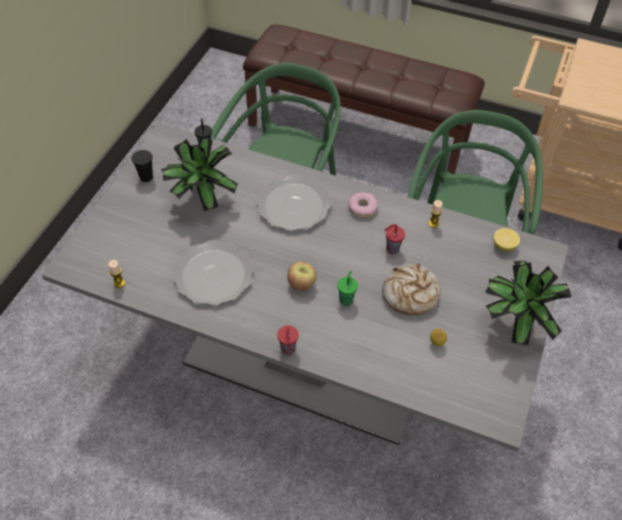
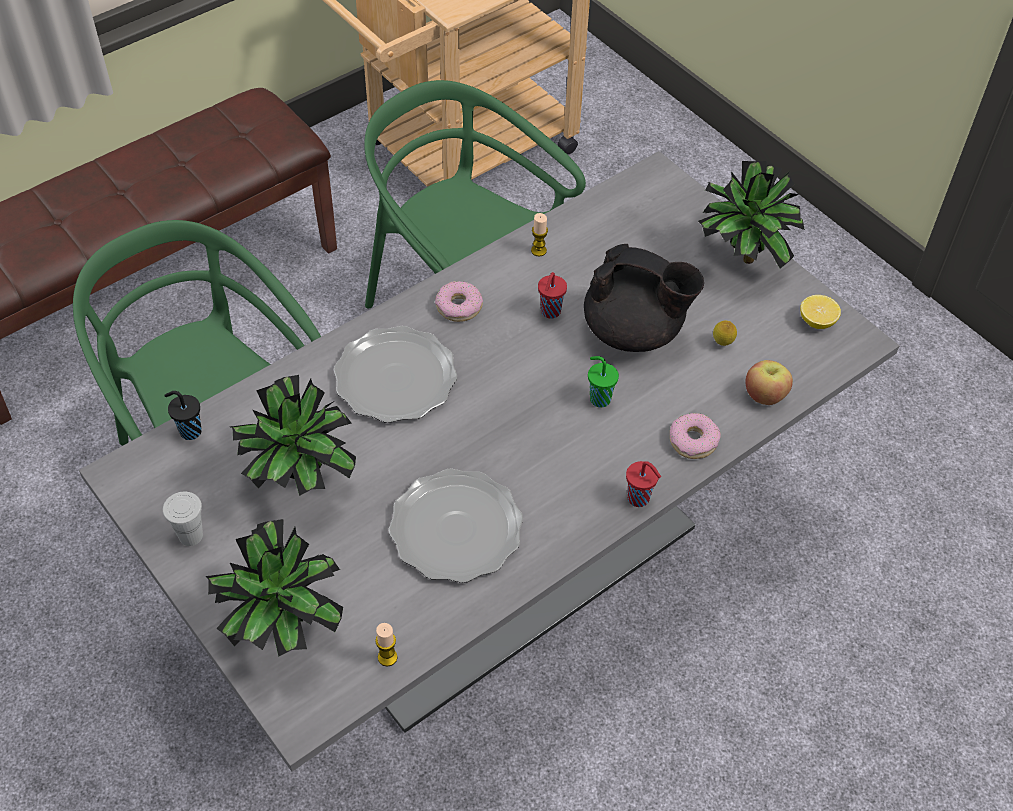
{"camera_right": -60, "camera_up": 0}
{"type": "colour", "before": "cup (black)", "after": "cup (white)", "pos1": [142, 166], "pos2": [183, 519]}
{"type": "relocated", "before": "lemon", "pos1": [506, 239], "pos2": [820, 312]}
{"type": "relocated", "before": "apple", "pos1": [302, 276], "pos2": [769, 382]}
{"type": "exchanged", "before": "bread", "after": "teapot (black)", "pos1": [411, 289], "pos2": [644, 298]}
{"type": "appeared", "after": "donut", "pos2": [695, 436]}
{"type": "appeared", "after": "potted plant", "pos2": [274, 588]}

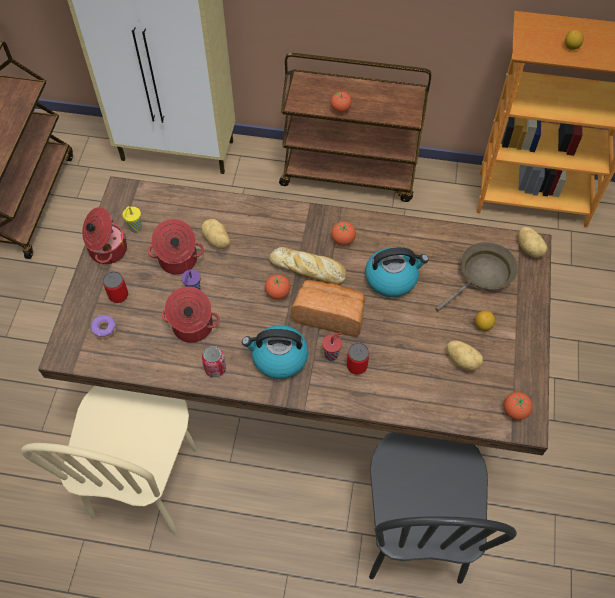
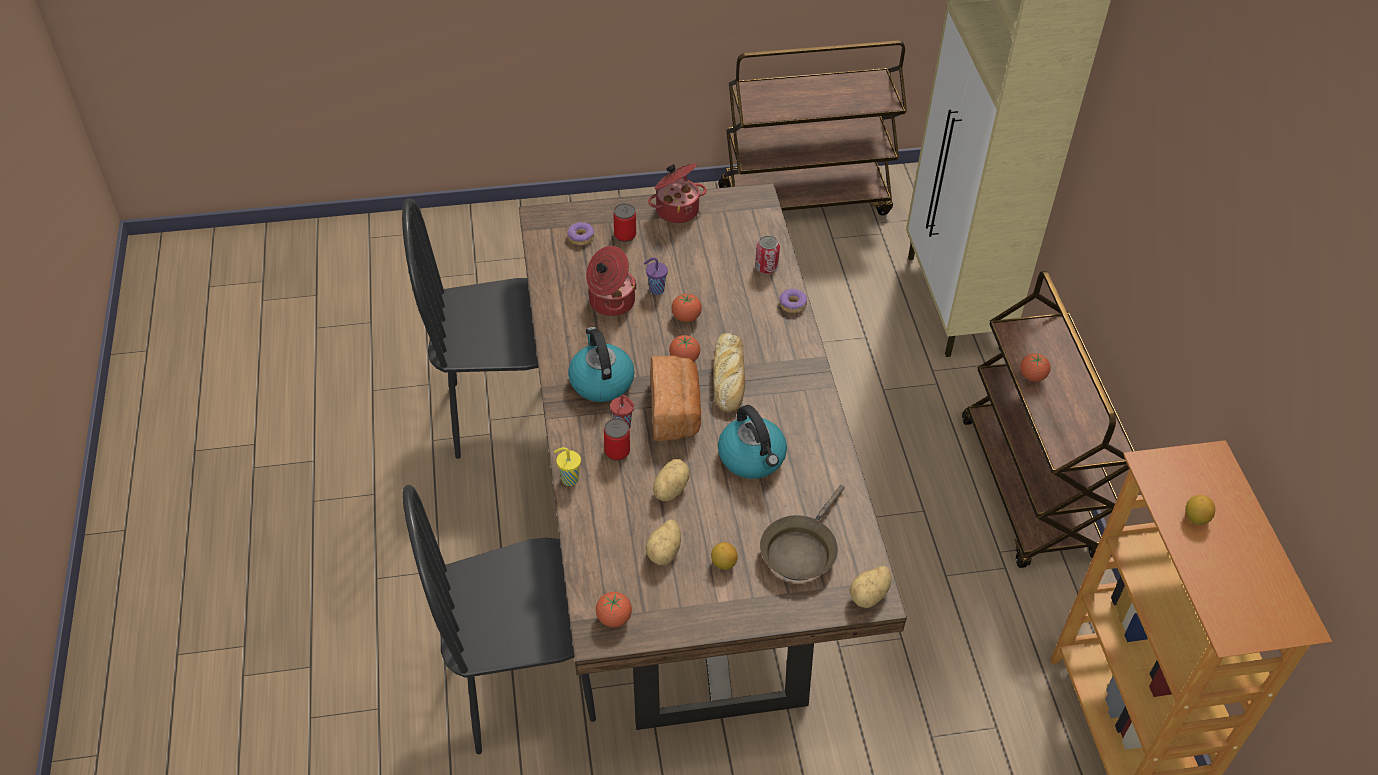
{"camera_right": 70, "camera_up": -10}
{"type": "relocated", "before": "cup (yellow)", "pos1": [132, 219], "pos2": [567, 466]}
{"type": "missing", "before": "cooking pot", "pos1": [176, 247]}
{"type": "relocated", "before": "potato", "pos1": [215, 234], "pos2": [671, 480]}
{"type": "relocated", "before": "tomato", "pos1": [343, 234], "pos2": [687, 308]}
{"type": "spun", "before": "frying pan (brown)", "pos1": [476, 276], "pos2": [802, 533], "turn": 90}
{"type": "relocated", "before": "can", "pos1": [214, 362], "pos2": [767, 254]}
{"type": "colour", "before": "chair (beige)", "after": "chair (black)", "pos1": [109, 460], "pos2": [470, 328]}
{"type": "appeared", "after": "donut", "pos2": [793, 301]}

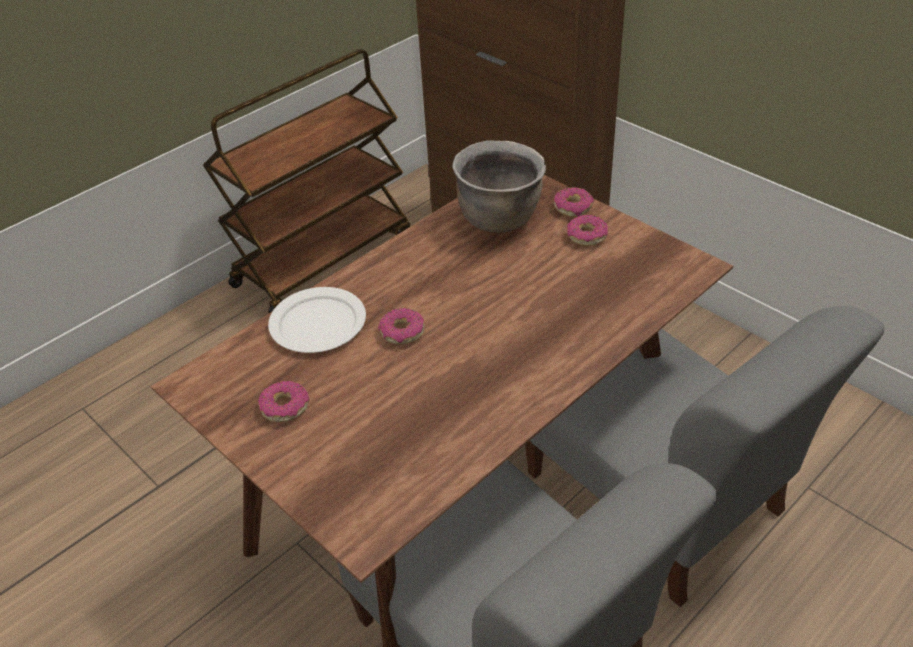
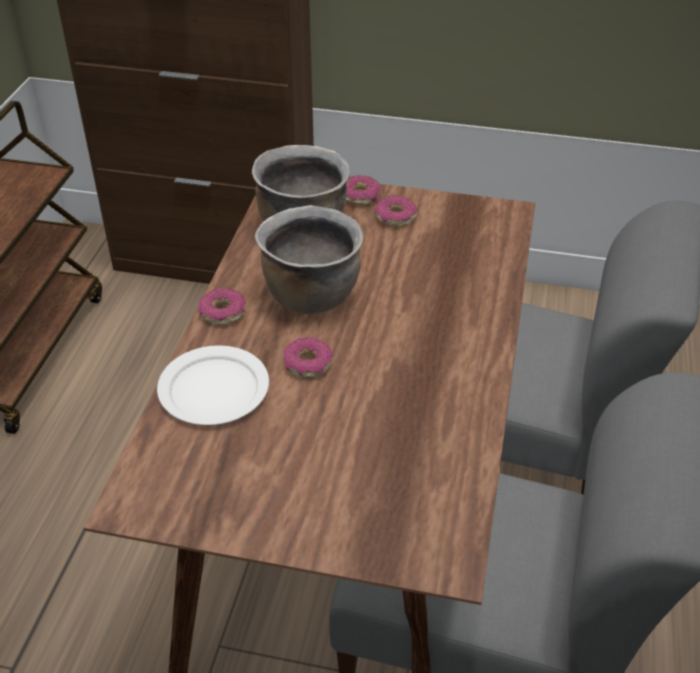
{"camera_right": -35, "camera_up": 0}
{"type": "relocated", "before": "donut", "pos1": [283, 401], "pos2": [222, 306]}
{"type": "appeared", "after": "cooking pot (brown)", "pos2": [309, 259]}

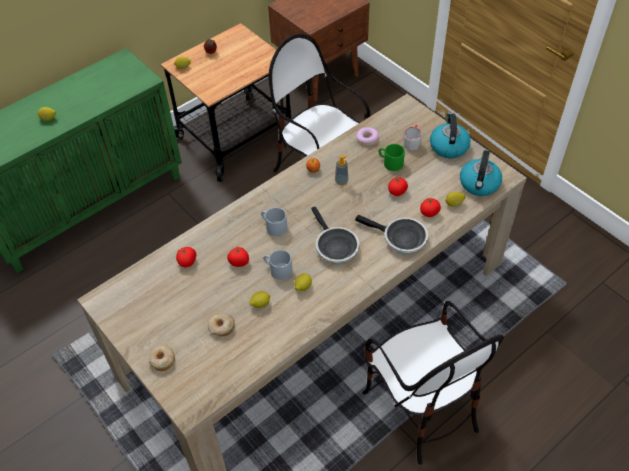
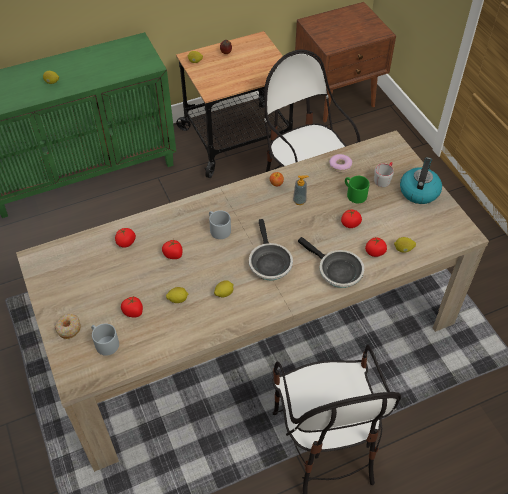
{"camera_right": 15, "camera_up": 0}
{"type": "missing", "before": "kettle", "pos1": [481, 173]}
{"type": "relocated", "before": "mug (grey)", "pos1": [277, 265], "pos2": [105, 339]}
{"type": "exchanged", "before": "donut", "after": "tomato", "pos1": [221, 324], "pos2": [132, 307]}

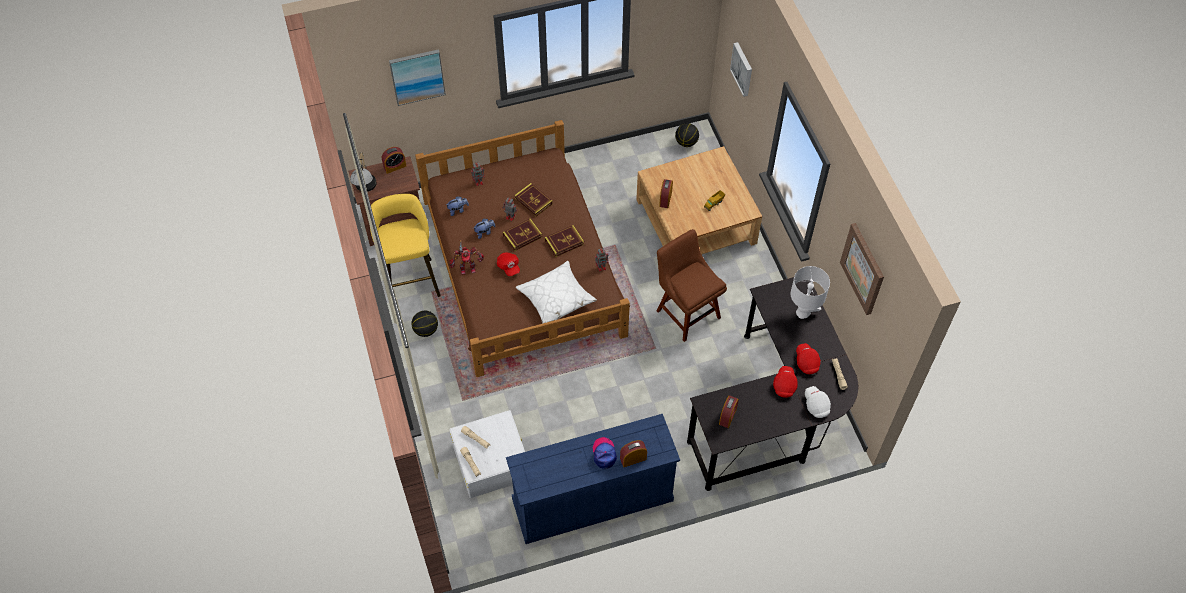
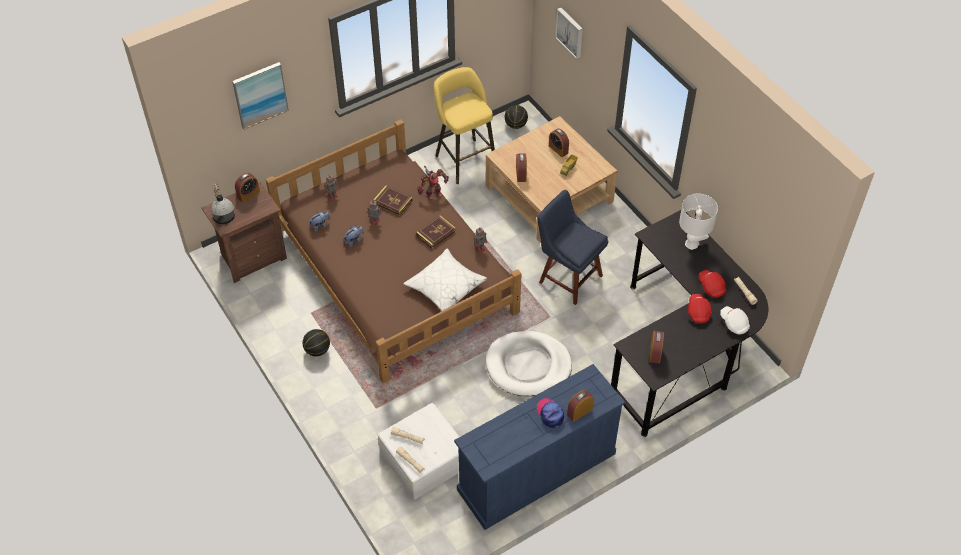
{"camera_right": -15, "camera_up": -5}
{"type": "relocated", "before": "stool (yellow)", "pos1": [405, 245], "pos2": [464, 125]}
{"type": "missing", "before": "book", "pos1": [522, 234]}
{"type": "missing", "before": "picture", "pos1": [862, 269]}
{"type": "colour", "before": "chair (brown)", "after": "chair (blue)", "pos1": [692, 285], "pos2": [572, 247]}
{"type": "relocated", "before": "toy robot", "pos1": [467, 257], "pos2": [433, 182]}
{"type": "missing", "before": "cap (red)", "pos1": [508, 264]}
{"type": "appeared", "after": "alarm clock", "pos2": [559, 143]}
{"type": "appeared", "after": "dog bed (white)", "pos2": [529, 363]}

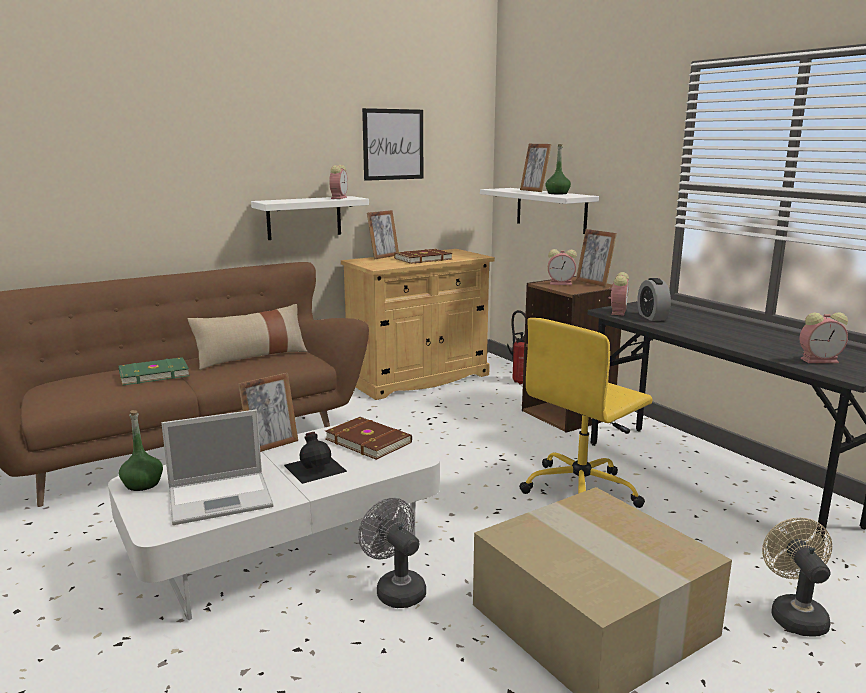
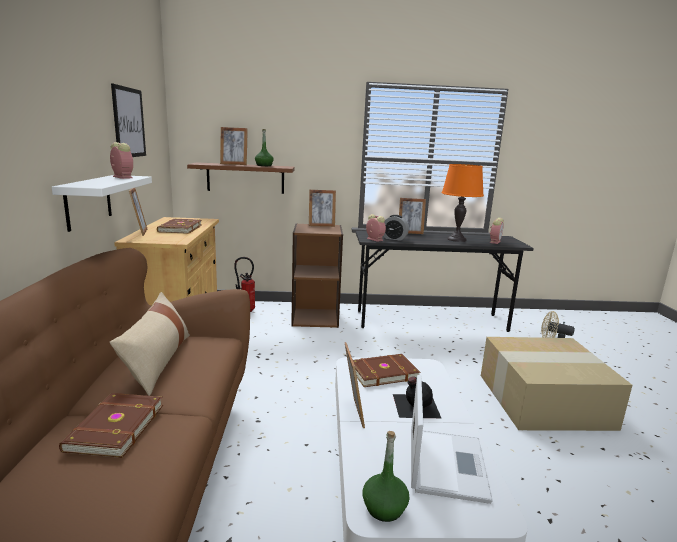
{"camera_right": -60, "camera_up": 0}
{"type": "colour", "before": "shelf (white)", "after": "shelf (brown)", "pos1": [539, 211], "pos2": [241, 178]}
{"type": "missing", "before": "alarm clock", "pos1": [562, 267]}
{"type": "missing", "before": "office chair (yellow)", "pos1": [585, 413]}
{"type": "colour", "before": "book (green)", "after": "book (brown)", "pos1": [154, 371], "pos2": [111, 425]}
{"type": "missing", "before": "fan (grey)", "pos1": [392, 553]}
{"type": "appeared", "after": "table lamp (orange)", "pos2": [463, 203]}
{"type": "appeared", "after": "picture frame", "pos2": [412, 216]}

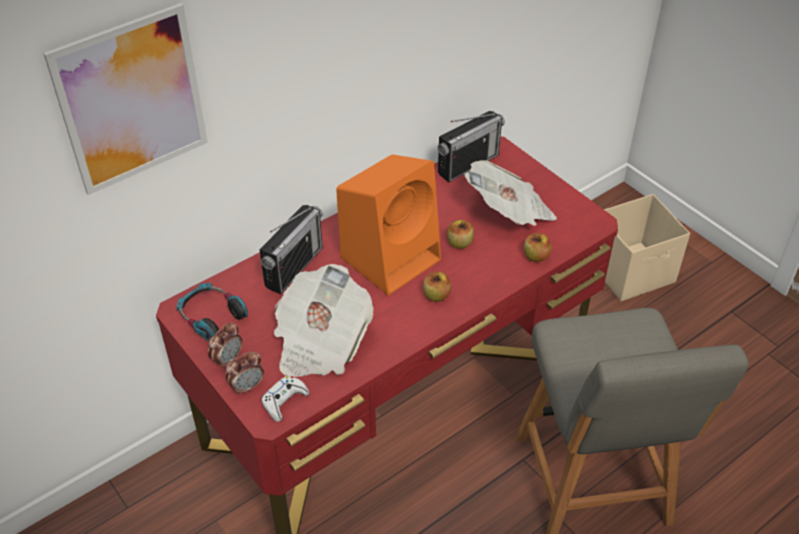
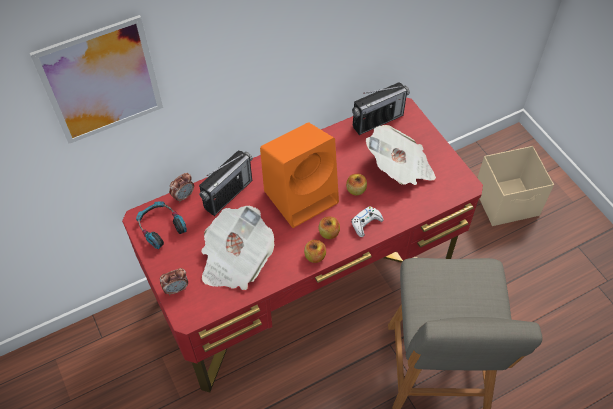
{"camera_right": 10, "camera_up": 10}
{"type": "relocated", "before": "apple", "pos1": [537, 247], "pos2": [315, 251]}
{"type": "relocated", "before": "alarm clock", "pos1": [225, 345], "pos2": [181, 188]}
{"type": "relocated", "before": "game controller (white)", "pos1": [285, 399], "pos2": [367, 221]}

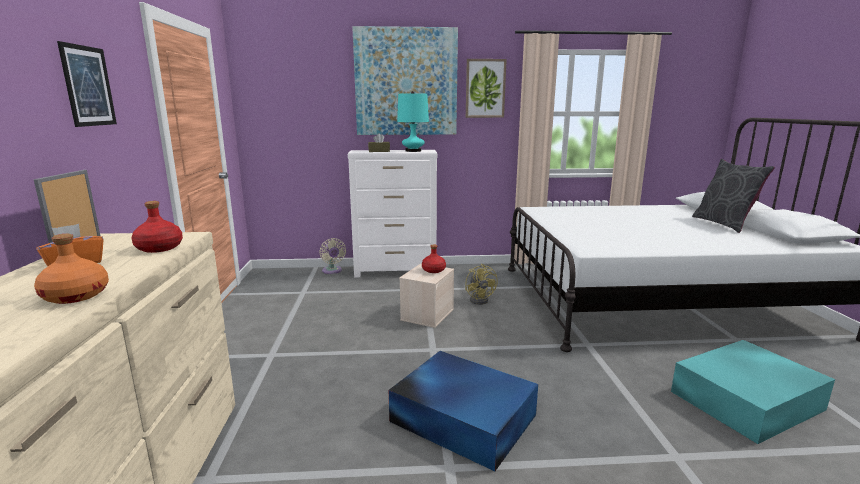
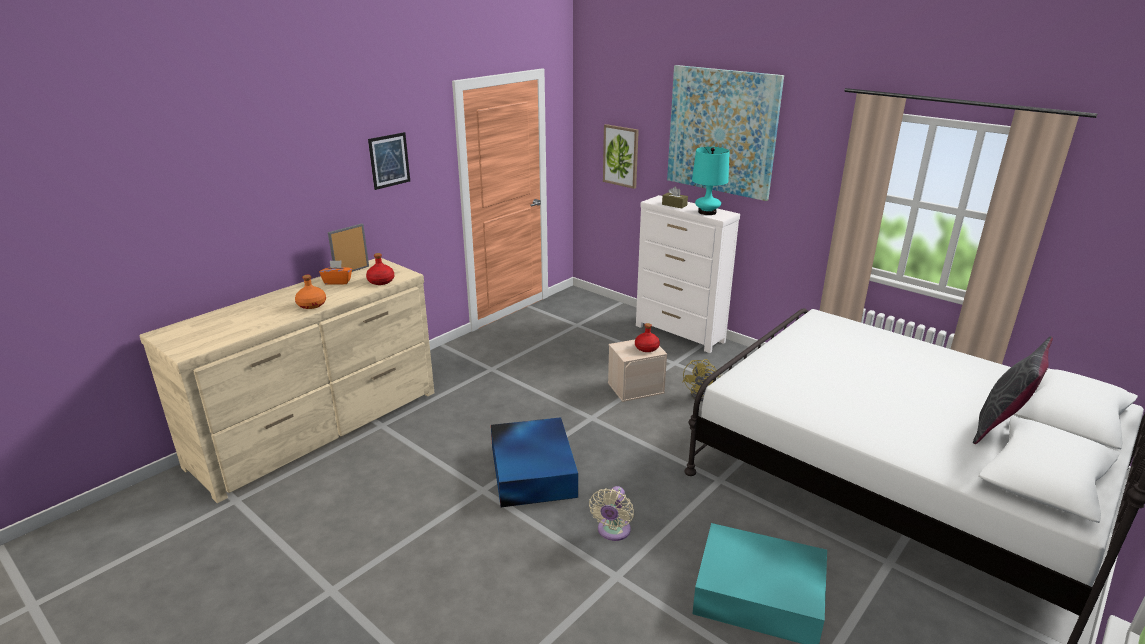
{"camera_right": 45, "camera_up": 10}
{"type": "relocated", "before": "picture", "pos1": [486, 88], "pos2": [621, 156]}
{"type": "relocated", "before": "fan (beige)", "pos1": [332, 256], "pos2": [611, 513]}

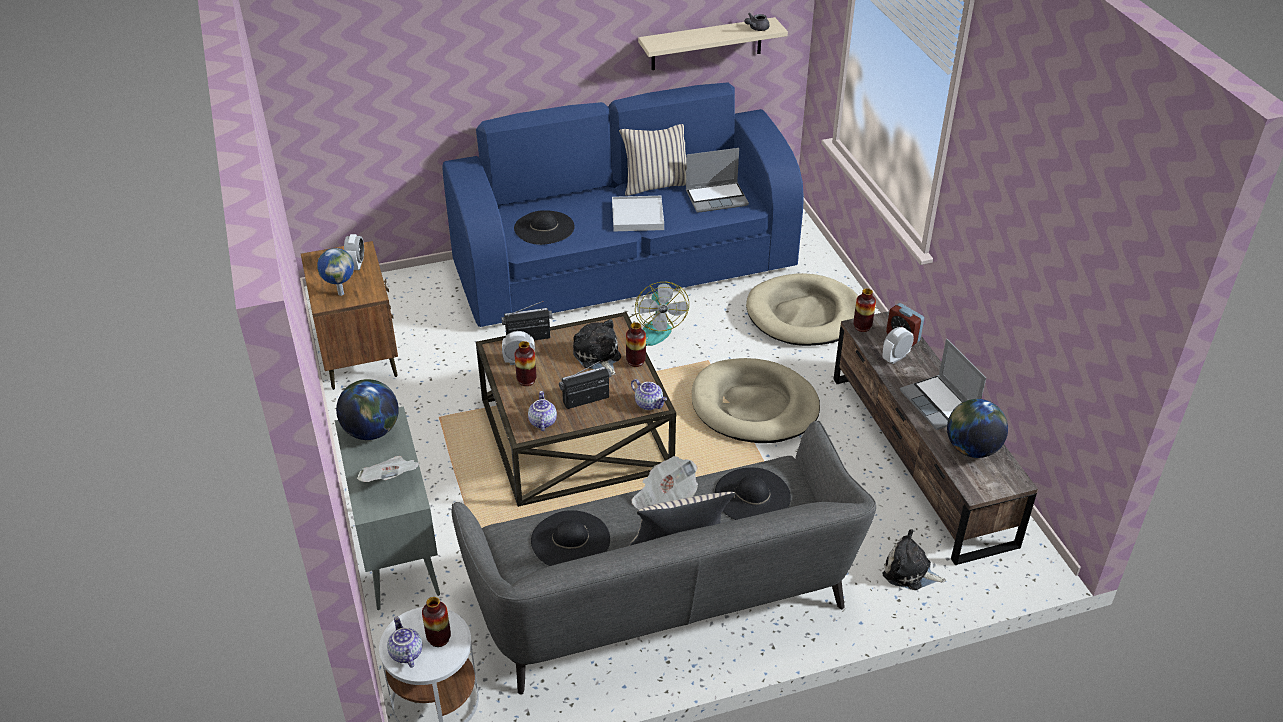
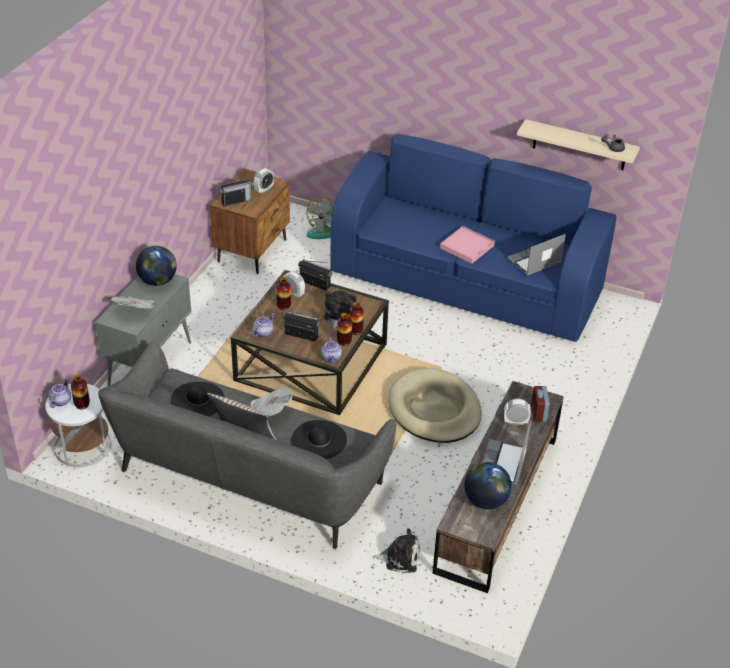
{"camera_right": 40, "camera_up": 0}
{"type": "missing", "before": "pillow (beige)", "pos1": [653, 160]}
{"type": "spun", "before": "laptop", "pos1": [717, 180], "pos2": [536, 255], "turn": 120}
{"type": "colour", "before": "tray (white)", "after": "tray (pink)", "pos1": [638, 213], "pos2": [467, 245]}
{"type": "missing", "before": "hat (black)", "pos1": [544, 227]}
{"type": "exchanged", "before": "globe", "after": "radio", "pos1": [335, 272], "pos2": [236, 193]}
{"type": "missing", "before": "dog bed (beige)", "pos1": [802, 309]}
{"type": "relocated", "before": "fan", "pos1": [659, 314], "pos2": [320, 217]}
{"type": "relocated", "before": "vase", "pos1": [864, 310], "pos2": [344, 329]}
{"type": "spun", "before": "plush toy", "pos1": [914, 559], "pos2": [396, 550], "turn": 120}

